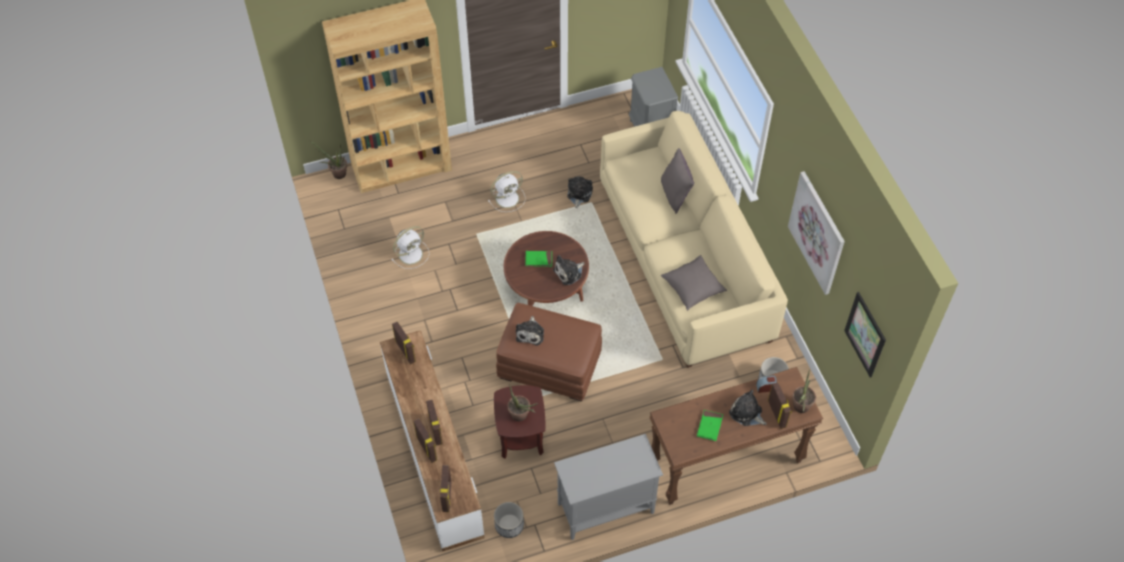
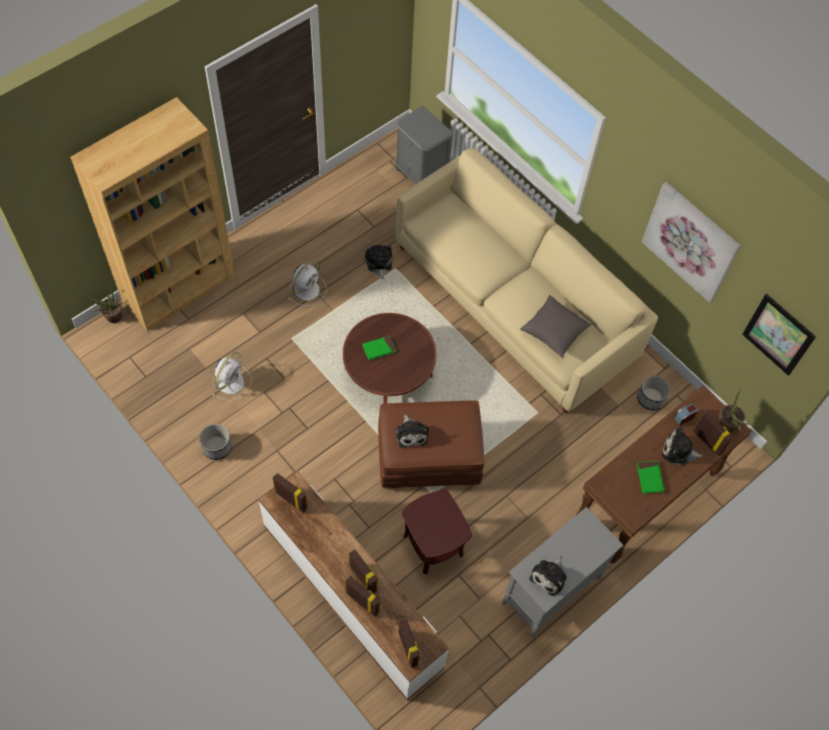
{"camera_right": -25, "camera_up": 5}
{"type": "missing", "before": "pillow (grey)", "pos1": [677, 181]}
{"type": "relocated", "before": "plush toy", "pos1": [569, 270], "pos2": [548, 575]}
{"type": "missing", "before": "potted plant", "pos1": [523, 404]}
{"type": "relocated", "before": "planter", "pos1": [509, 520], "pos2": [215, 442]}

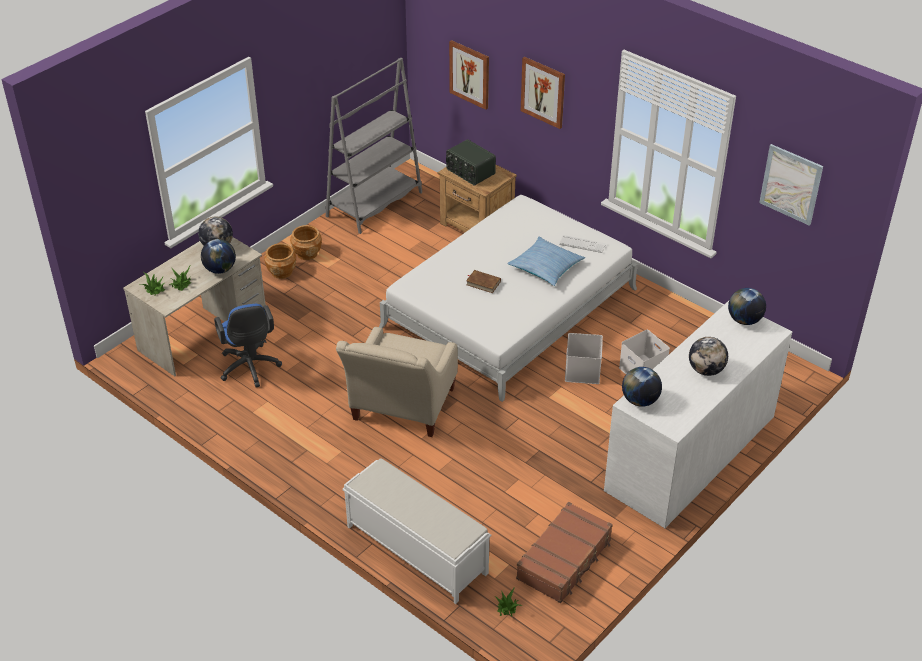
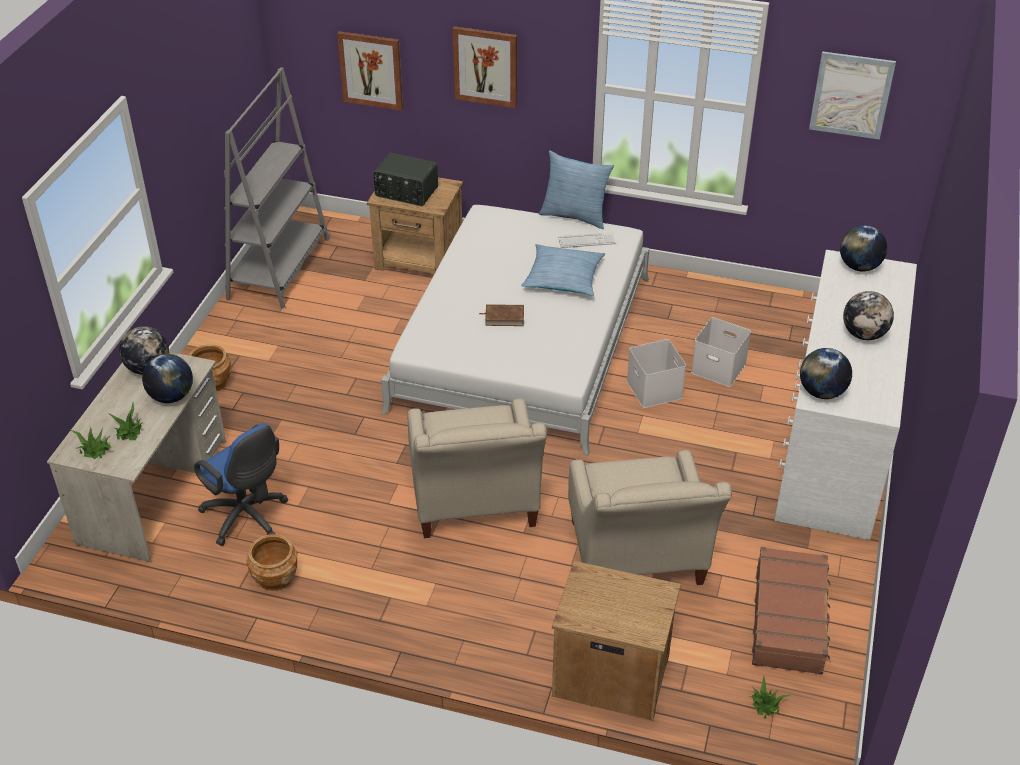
{"camera_right": -25, "camera_up": 0}
{"type": "relocated", "before": "planter (brown)", "pos1": [306, 242], "pos2": [272, 562]}
{"type": "exchanged", "before": "bench (white)", "after": "nightstand (brown)", "pos1": [416, 531], "pos2": [616, 641]}
{"type": "appeared", "after": "pillow", "pos2": [576, 189]}
{"type": "appeared", "after": "armchair (beige)", "pos2": [650, 517]}

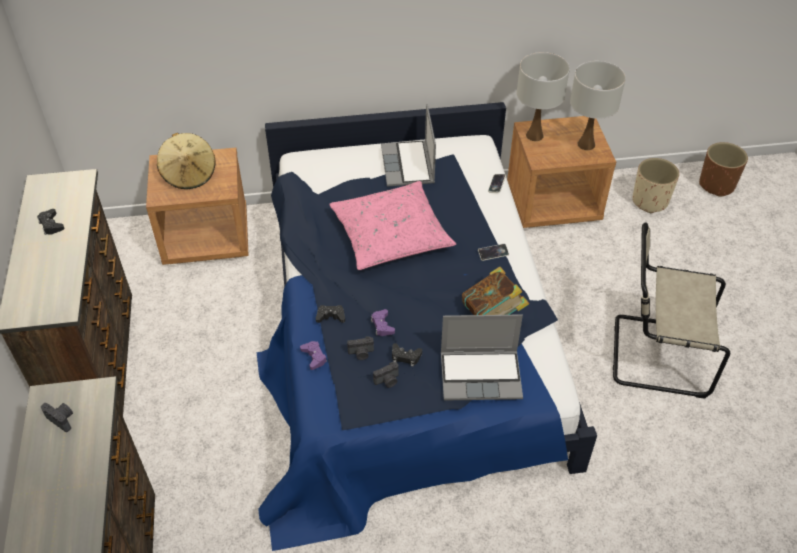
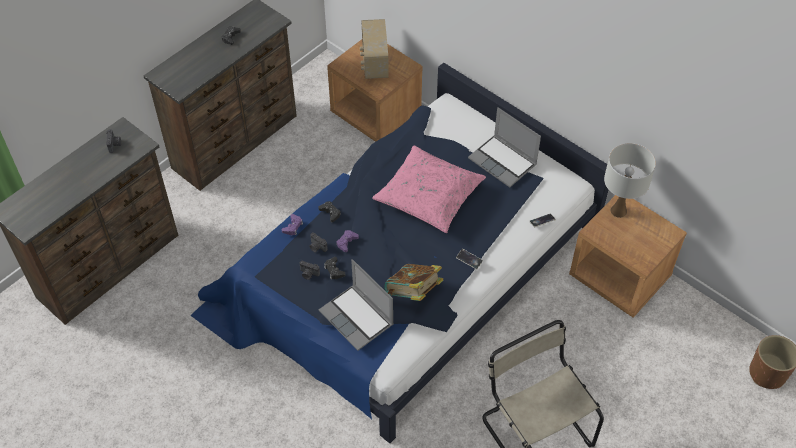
{"camera_right": 50, "camera_up": 5}
{"type": "missing", "before": "table lamp (white)", "pos1": [598, 105]}
{"type": "spun", "before": "laptop", "pos1": [408, 145], "pos2": [504, 147], "turn": -90}
{"type": "exchanged", "before": "hat (beige)", "after": "radio", "pos1": [186, 161], "pos2": [374, 49]}
{"type": "missing", "before": "planter (beige)", "pos1": [655, 185]}

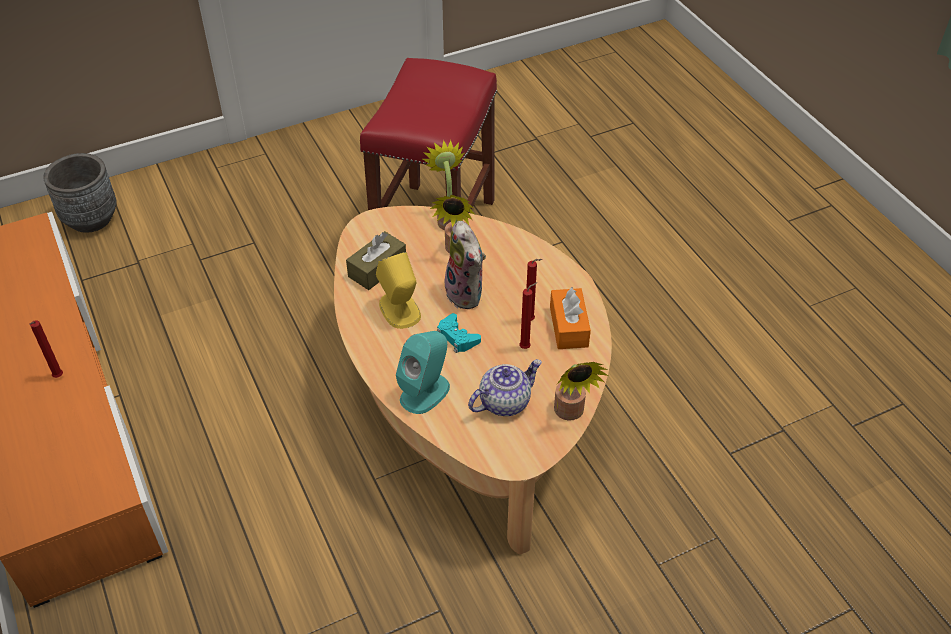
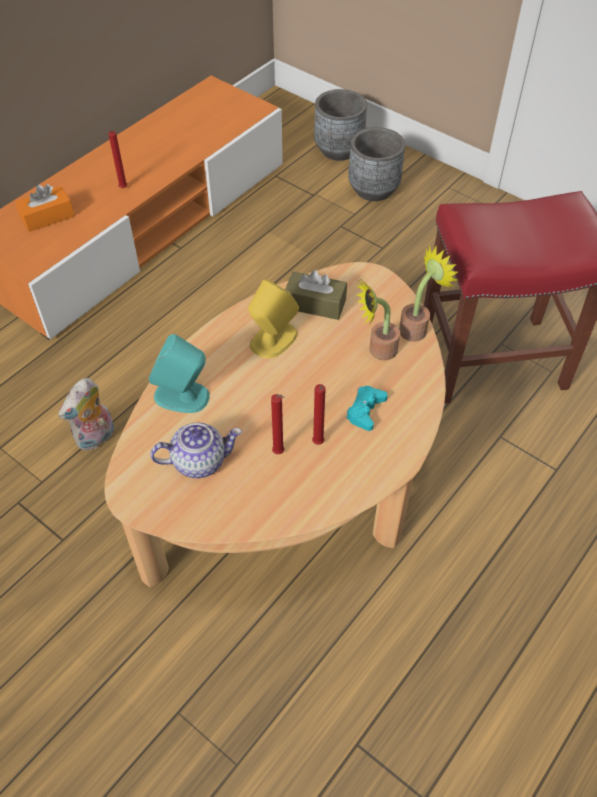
{"camera_right": 65, "camera_up": 5}
{"type": "relocated", "before": "plush toy", "pos1": [465, 265], "pos2": [86, 414]}
{"type": "relocated", "before": "tissue box (orange)", "pos1": [570, 318], "pos2": [45, 208]}
{"type": "relocated", "before": "game controller (turquoise)", "pos1": [459, 333], "pos2": [367, 408]}
{"type": "spun", "before": "teapot", "pos1": [505, 387], "pos2": [196, 450], "turn": -45}
{"type": "missing", "before": "potted plant", "pos1": [581, 391]}
{"type": "appeared", "after": "planter (grey)", "pos2": [376, 164]}

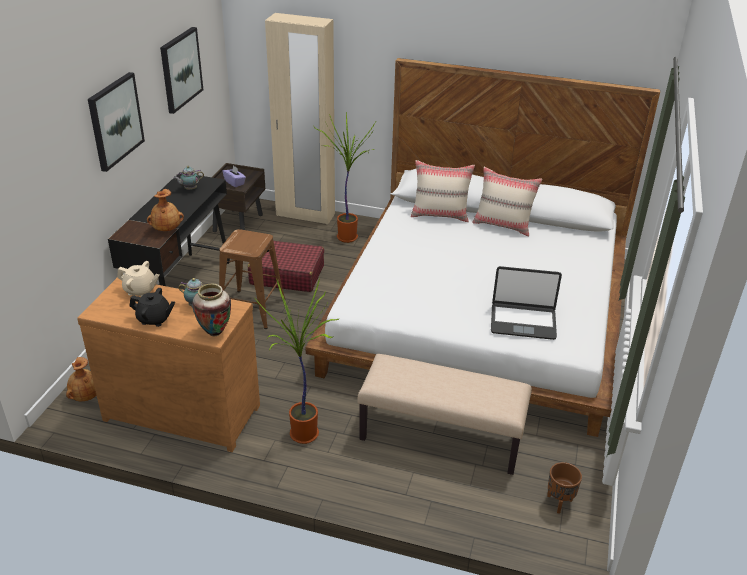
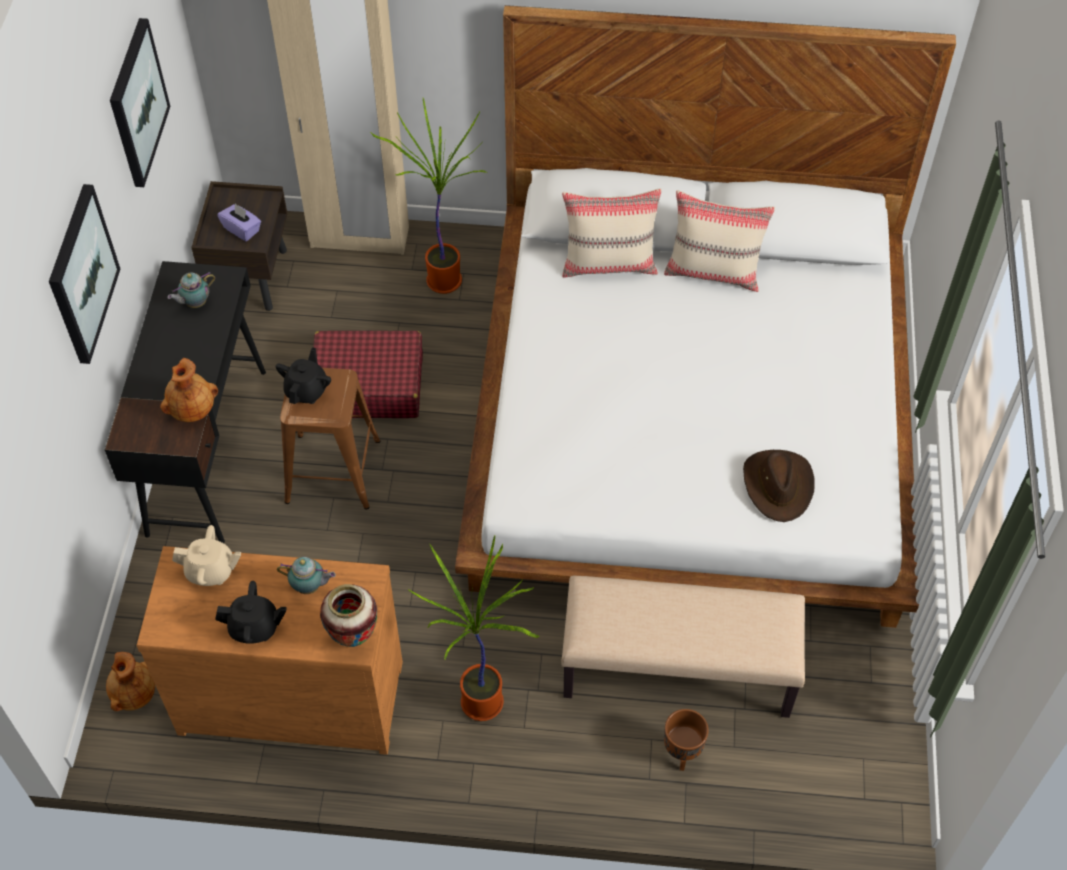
{"camera_right": -10, "camera_up": 20}
{"type": "exchanged", "before": "laptop", "after": "hat (brown)", "pos1": [526, 303], "pos2": [779, 486]}
{"type": "relocated", "before": "planter (brown)", "pos1": [564, 488], "pos2": [686, 740]}
{"type": "appeared", "after": "teapot (black)", "pos2": [303, 375]}

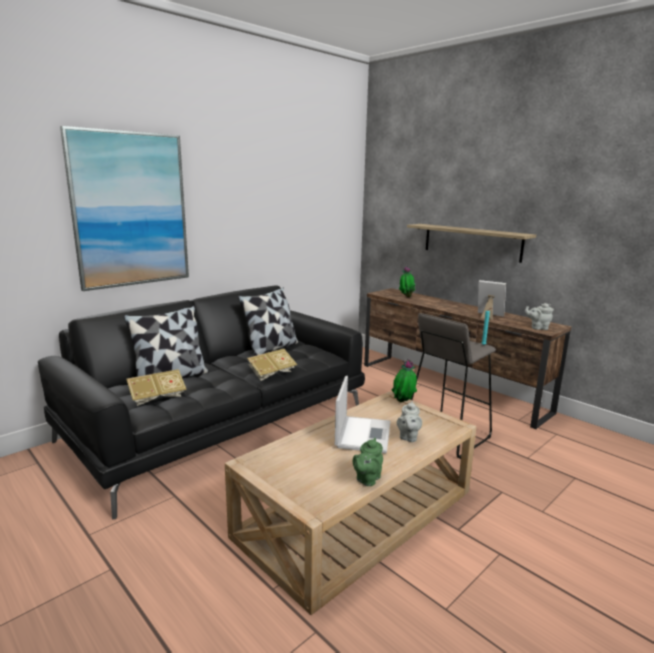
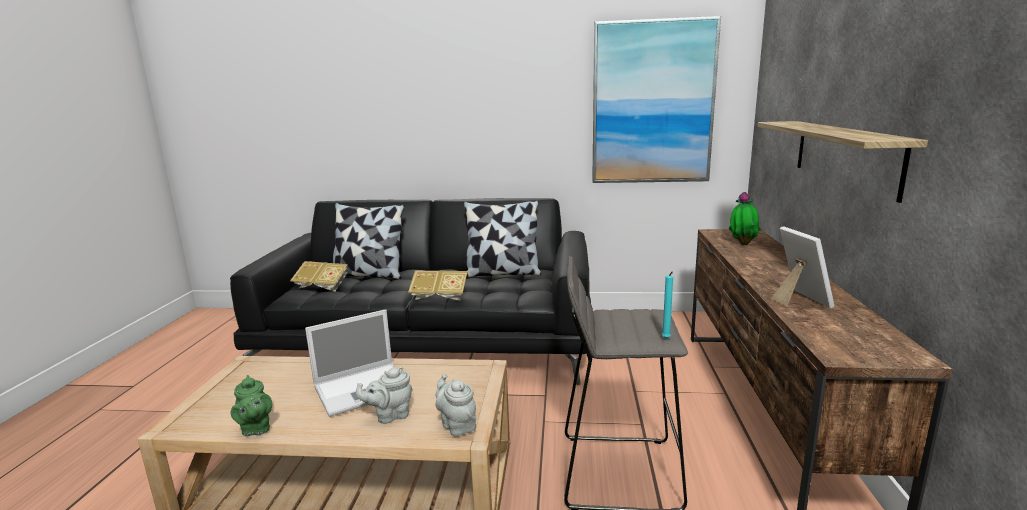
{"camera_right": 50, "camera_up": 0}
{"type": "relocated", "before": "picture", "pos1": [124, 208], "pos2": [656, 99]}
{"type": "relocated", "before": "teapot (grey)", "pos1": [539, 316], "pos2": [455, 405]}
{"type": "missing", "before": "potted plant", "pos1": [404, 380]}
{"type": "spun", "before": "teapot (green)", "pos1": [368, 462], "pos2": [251, 405], "turn": -105}

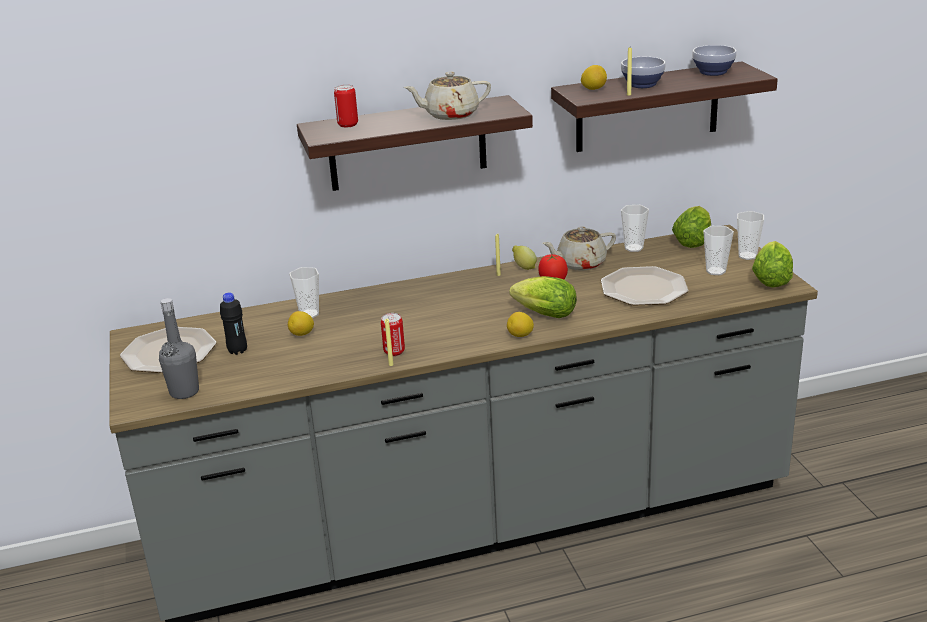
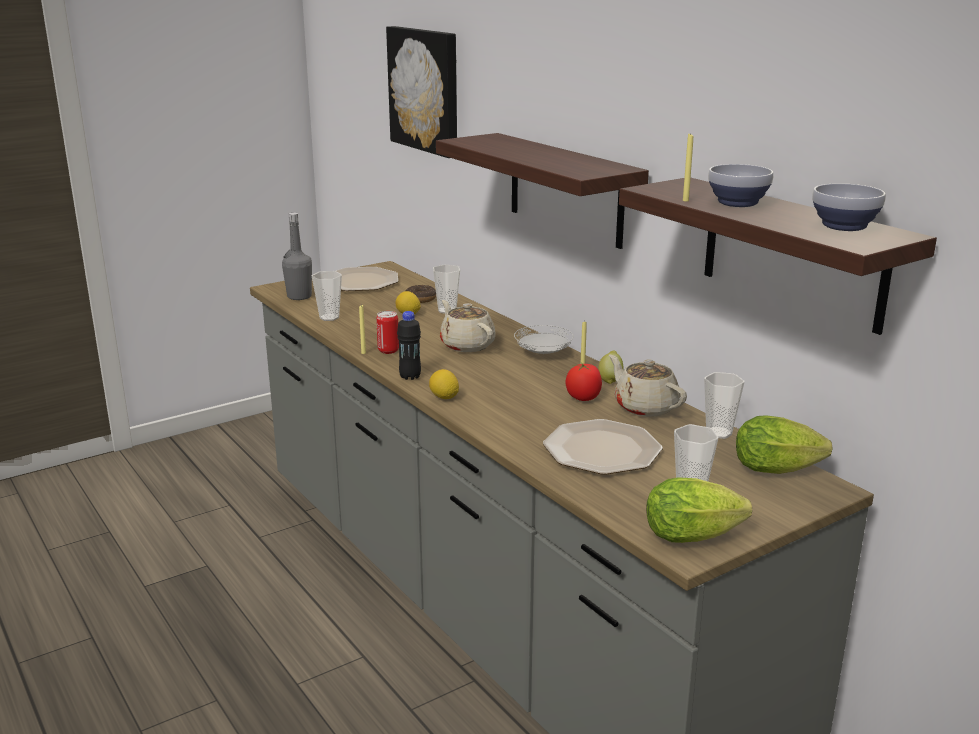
{"camera_right": 70, "camera_up": -5}
{"type": "missing", "before": "lemon", "pos1": [594, 77]}
{"type": "relocated", "before": "teapot (beige)", "pos1": [447, 96], "pos2": [468, 326]}
{"type": "missing", "before": "can", "pos1": [346, 106]}
{"type": "relocated", "before": "cup", "pos1": [750, 235], "pos2": [327, 296]}
{"type": "missing", "before": "lettuce", "pos1": [543, 297]}
{"type": "relocated", "before": "bottle (black)", "pos1": [233, 324], "pos2": [409, 345]}
{"type": "appeared", "after": "picture", "pos2": [421, 92]}
{"type": "appeared", "after": "donut", "pos2": [421, 294]}
{"type": "appeared", "after": "plate (white)", "pos2": [544, 339]}

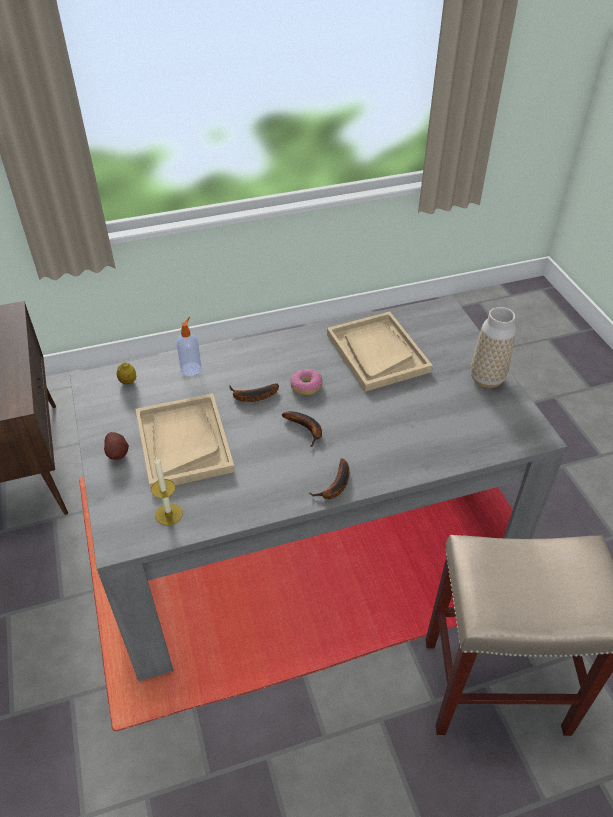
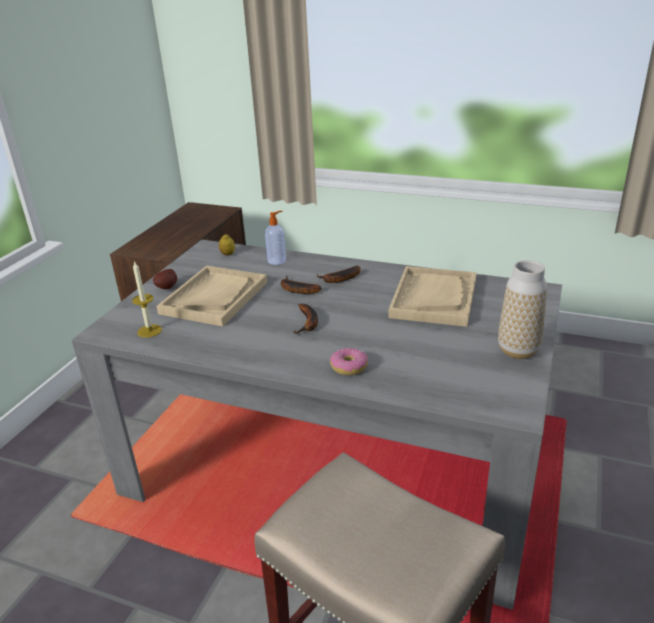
{"camera_right": 40, "camera_up": -15}
{"type": "relocated", "before": "donut", "pos1": [306, 382], "pos2": [349, 361]}
{"type": "relocated", "before": "banana", "pos1": [329, 478], "pos2": [339, 274]}

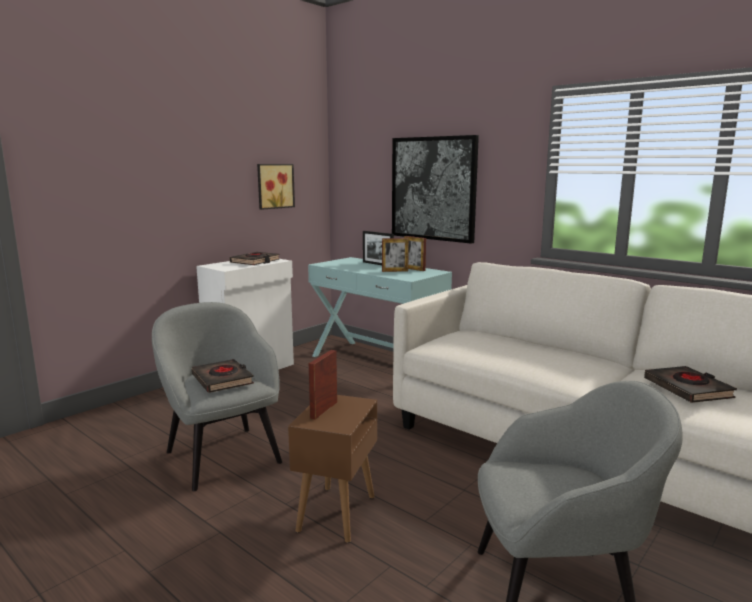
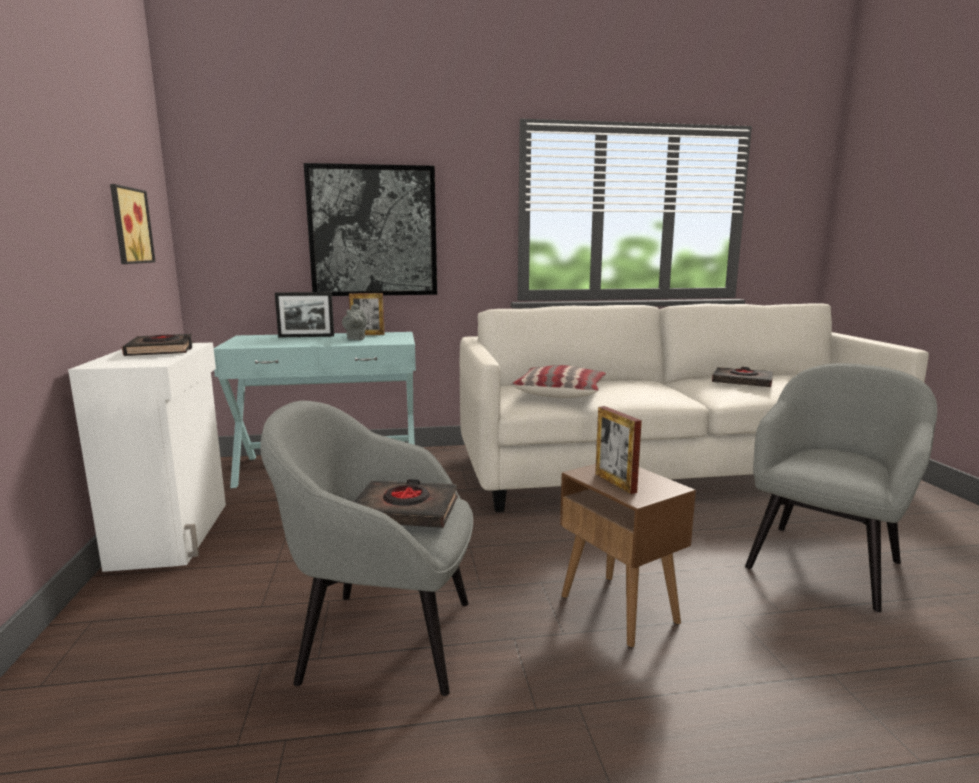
{"camera_right": -50, "camera_up": 0}
{"type": "exchanged", "before": "picture frame", "after": "teapot (grey)", "pos1": [395, 255], "pos2": [354, 322]}
{"type": "appeared", "after": "pillow", "pos2": [558, 381]}

